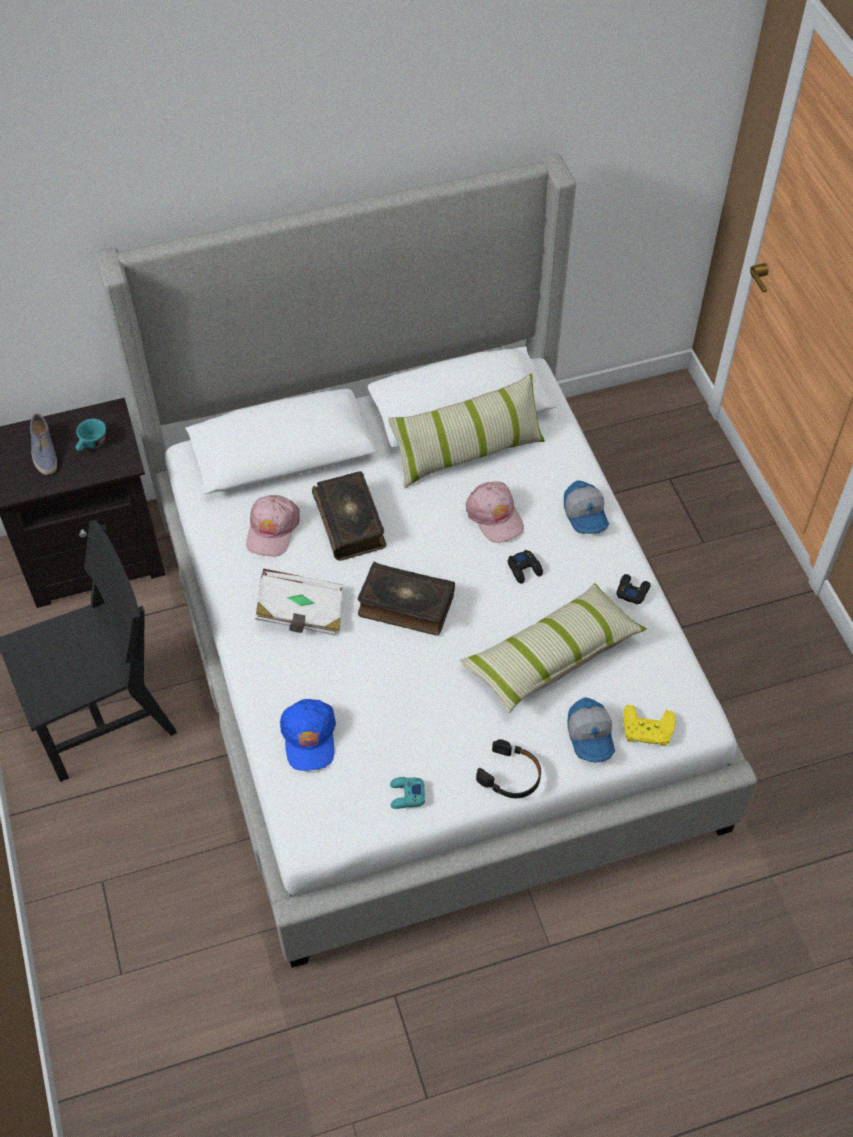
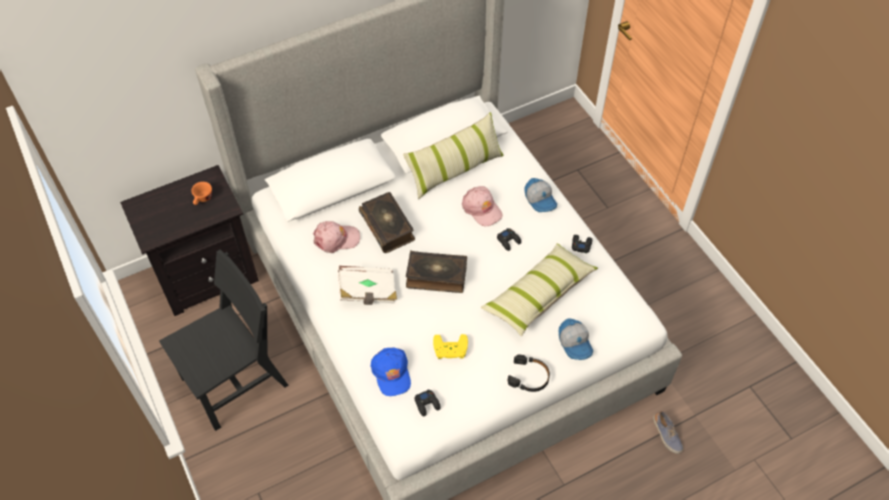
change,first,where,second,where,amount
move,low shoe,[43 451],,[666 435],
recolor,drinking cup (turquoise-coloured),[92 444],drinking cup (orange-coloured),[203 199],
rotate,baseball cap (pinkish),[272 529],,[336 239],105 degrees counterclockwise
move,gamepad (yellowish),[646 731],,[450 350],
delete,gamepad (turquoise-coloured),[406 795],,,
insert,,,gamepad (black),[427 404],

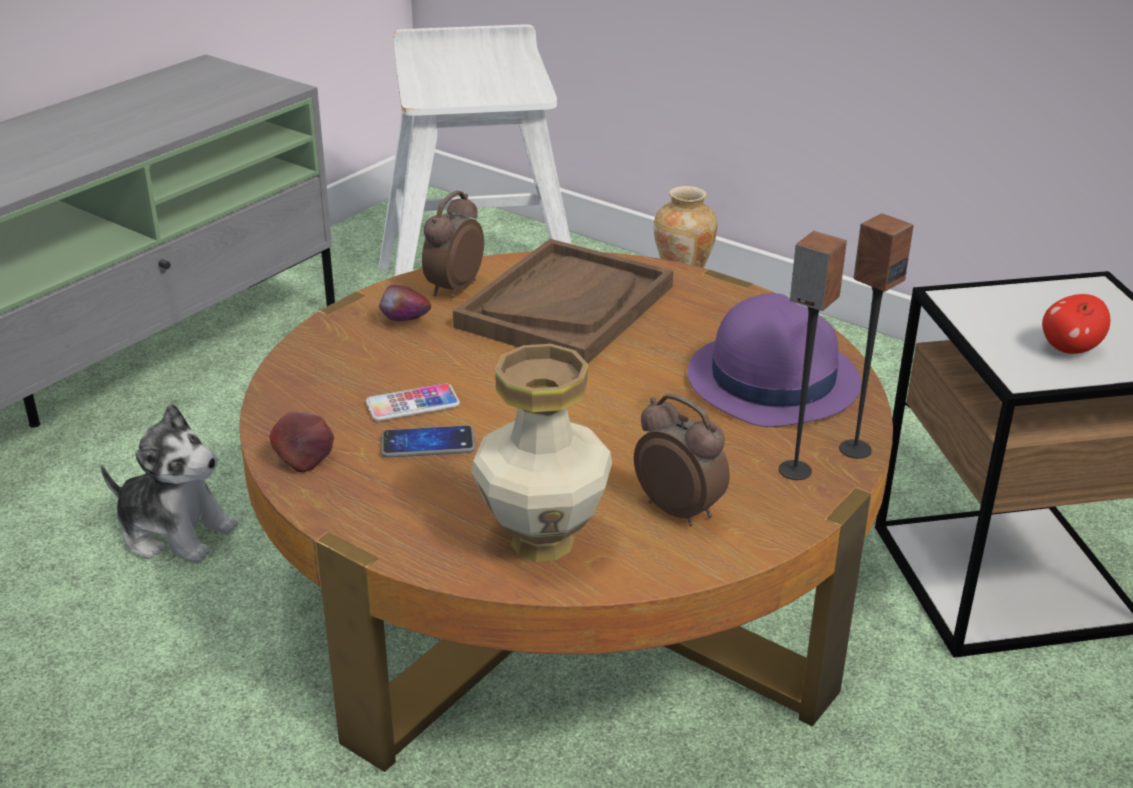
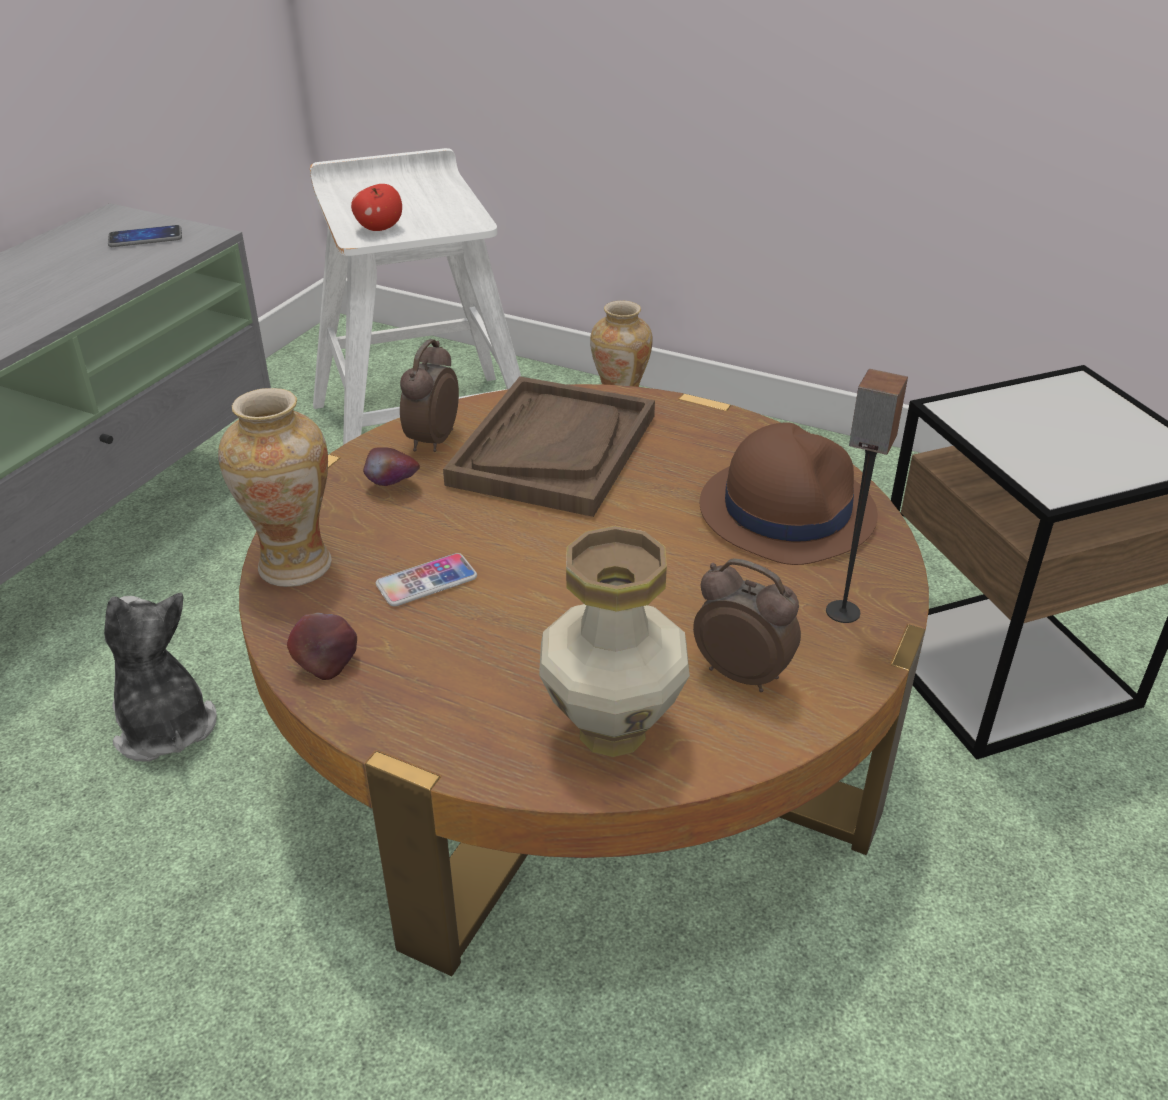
change,first,where,second,where,amount
delete,audio speaker,[854 449],,,
recolor,clothing hat (purplish),[772 379],clothing hat (brown),[786 510],
move,apple fruit,[1069 348],,[379 228],
rotate,soft toy,[175 532],,[164 726],135 degrees counterclockwise
move,handset,[428 443],,[145 238],
insert,,,vase,[294 564],

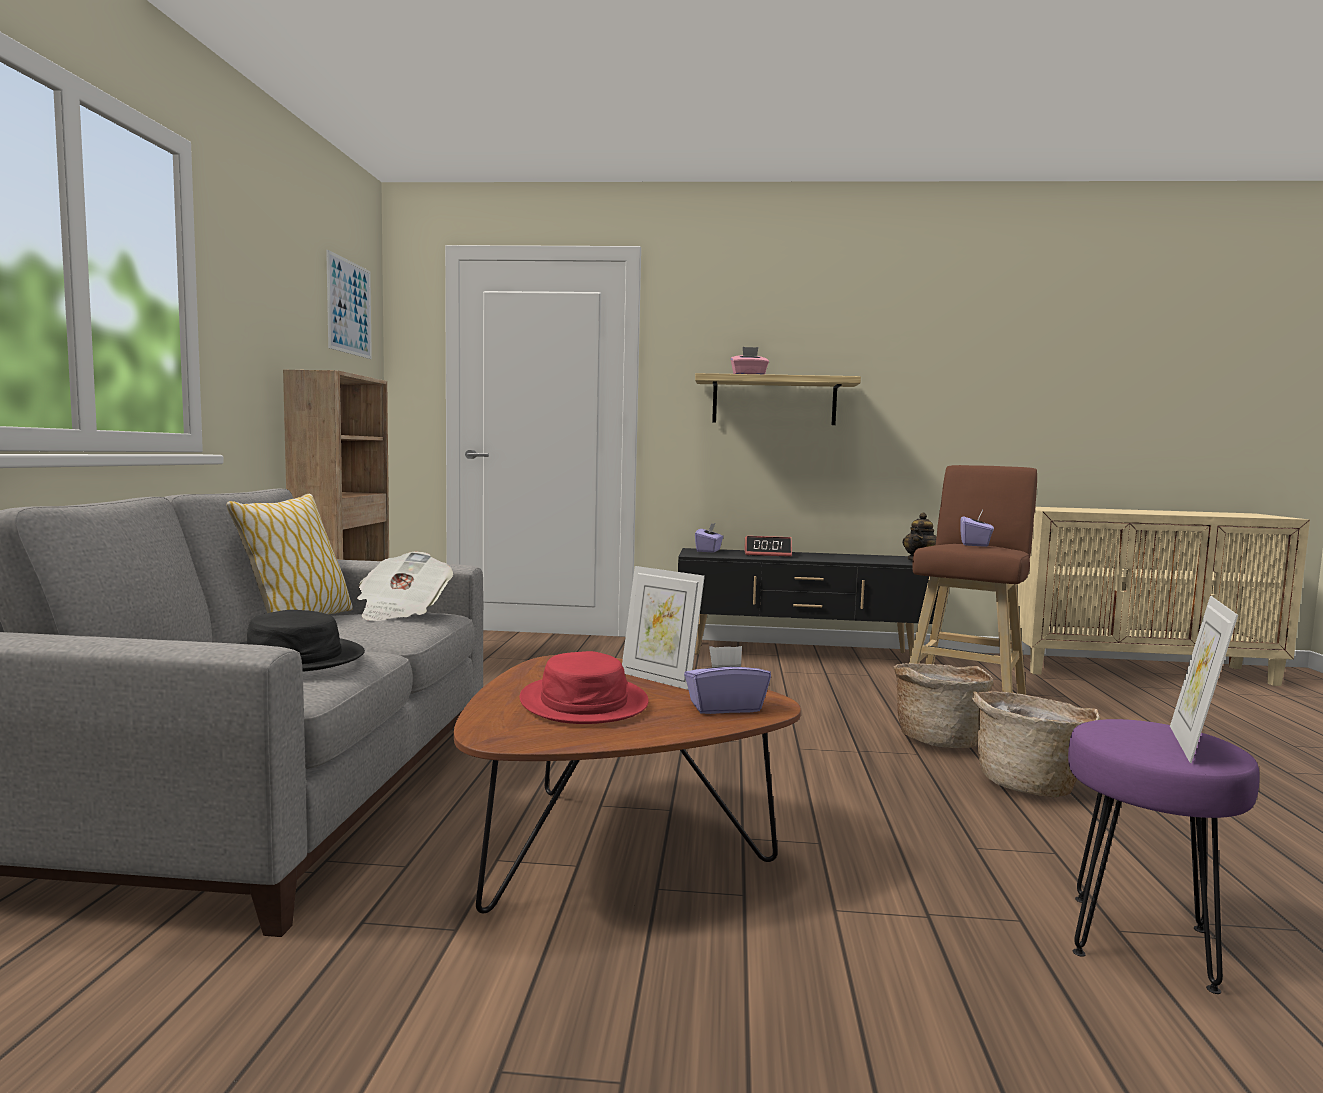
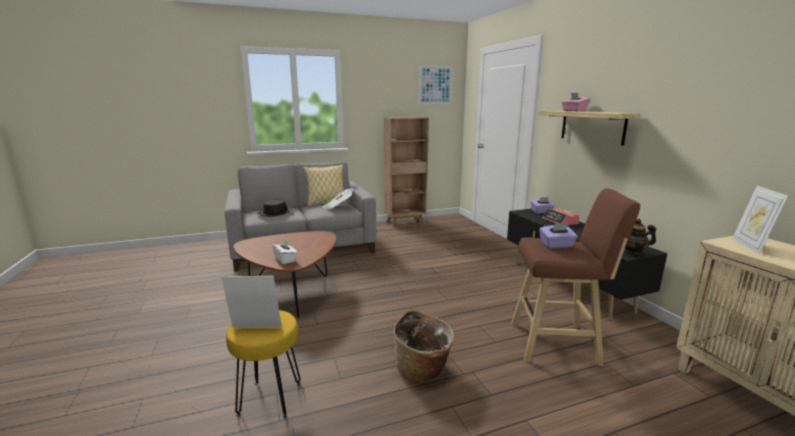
change,first,where,second,where,amount
move,picture frame,[660 679],,[750 246],
recolor,tissue holder (purplish),[725 707],tissue holder (whitish),[285 260],
delete,clothing hat (red-coloured),[584 702],,,
delete,basket,[939 740],,,
recolor,sitting stool (purplish),[1143 942],sitting stool (yellowish),[269 399],

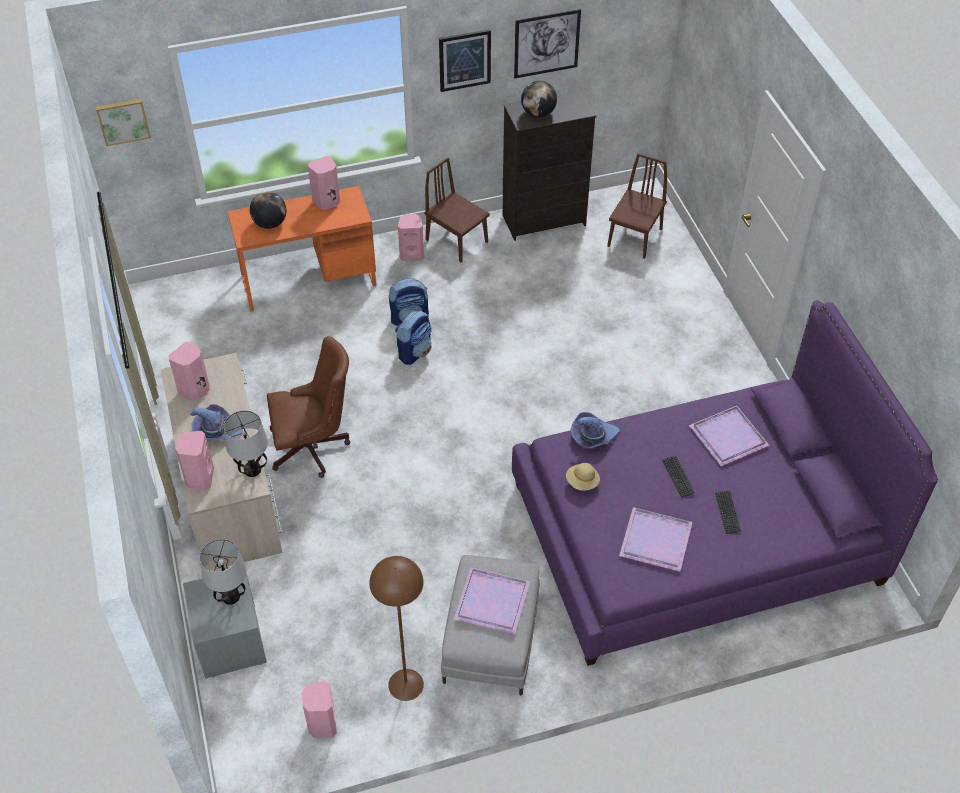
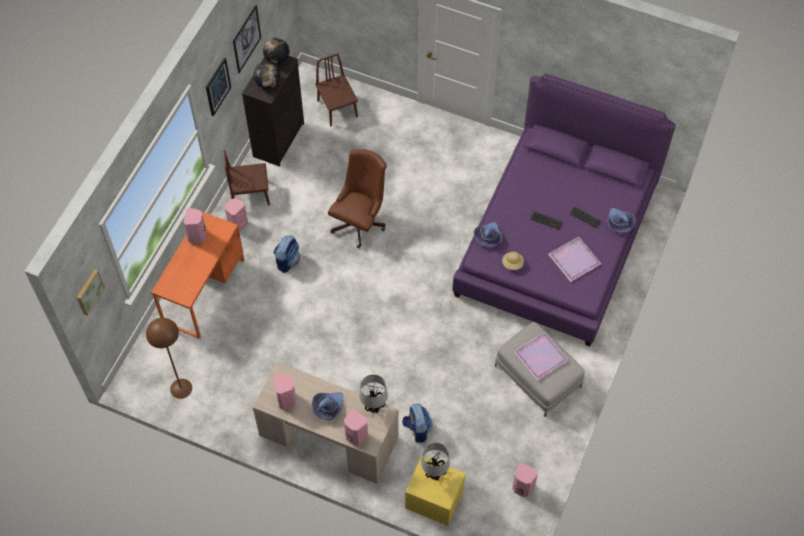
change,first,where,second,where,amount
move,globe,[270 223],,[277 59],
move,rucksack,[414 352],,[417 429],
move,desk chair (brown),[314 447],,[360 221],
delete,serving tray (purplish),[730 437],,,
move,floor lamp (brown),[405 684],,[181 388],
recolor,bedside table (gray),[229 640],bedside table (yellowish),[433 499],
insert,,,clothing hat (purplish),[619 223],

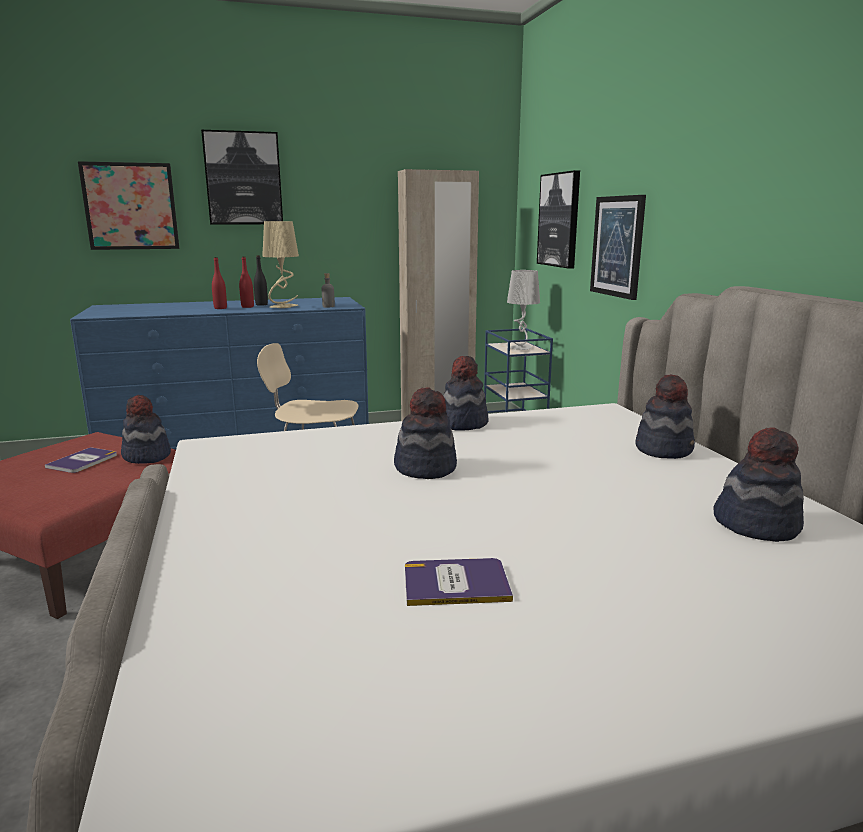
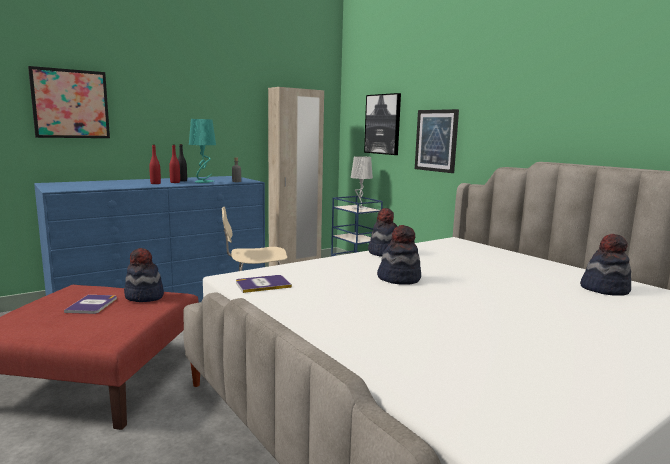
change,first,where,second,where,amount
delete,picture,[243 178],,,
recolor,tabletop lamp (beige),[283 307],tabletop lamp (turquoise-coloured),[203 182],
delete,clothing hat,[664 449],,,
move,volume,[456 583],,[263 284],

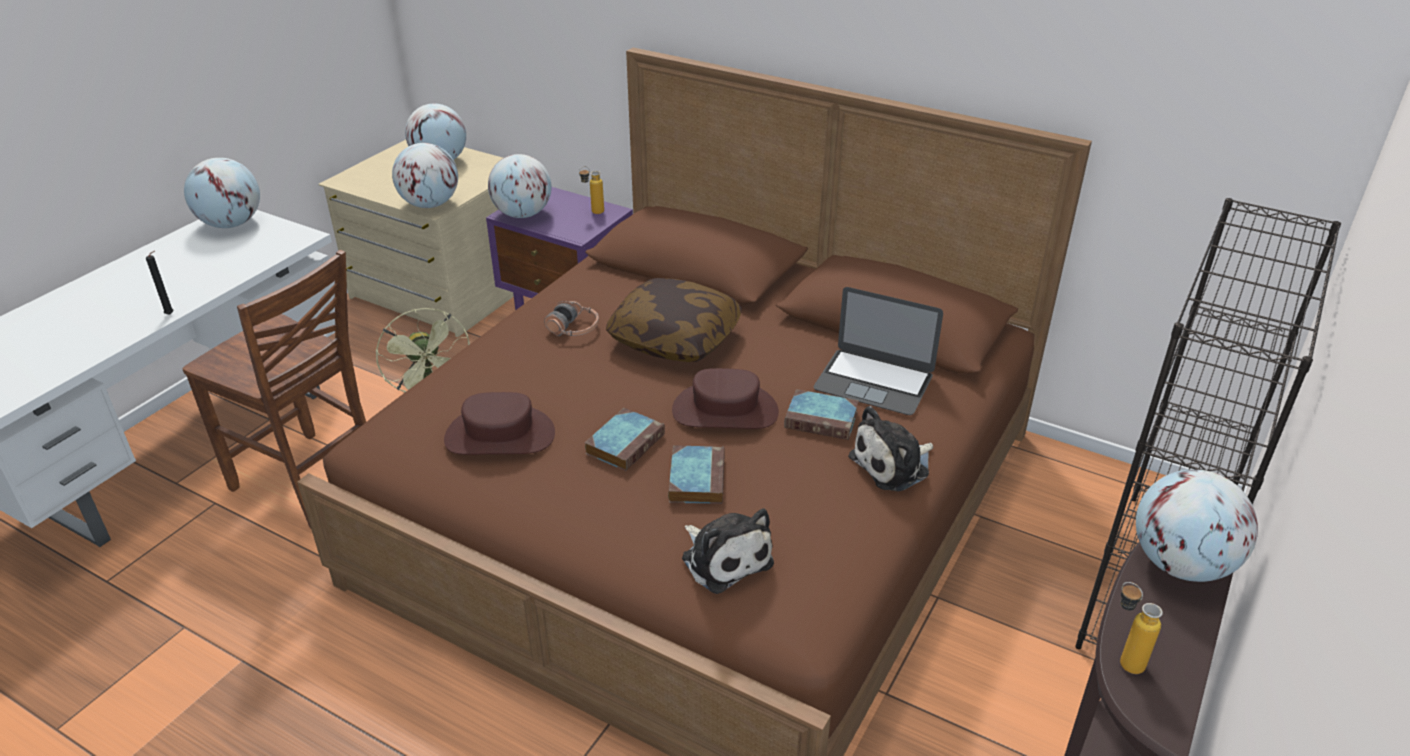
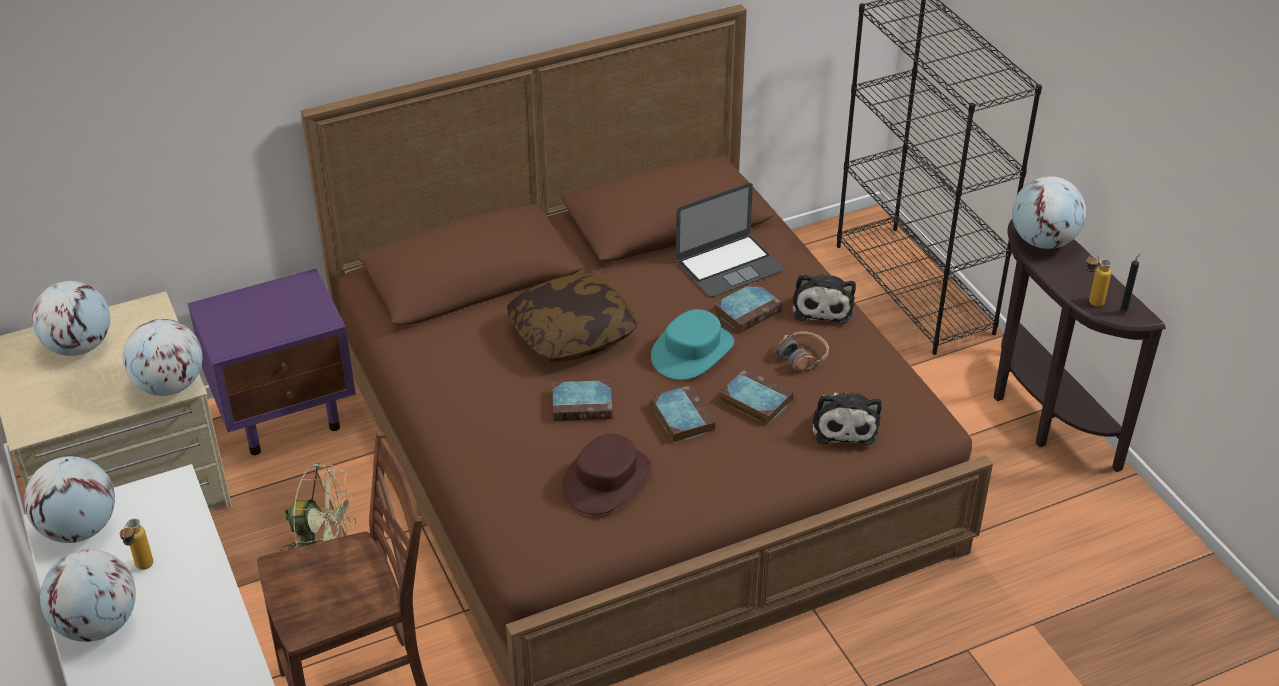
change,first,where,second,where,amount
move,globe,[523 214],,[98 625],
move,drink bottle,[593 213],,[142 569],
move,candle (black),[171 314],,[1124 311],
move,headset,[573 329],,[802 357],
recolor,clothing hat (brown),[725 411],clothing hat (turquoise-coloured),[692 351],
rotate,soft toy,[724 558],,[844 425],90 degrees clockwise
insert,,,volume,[583 404],

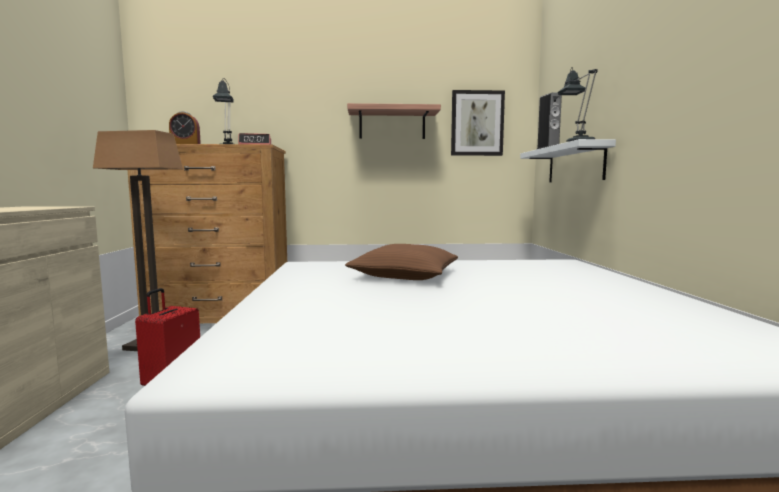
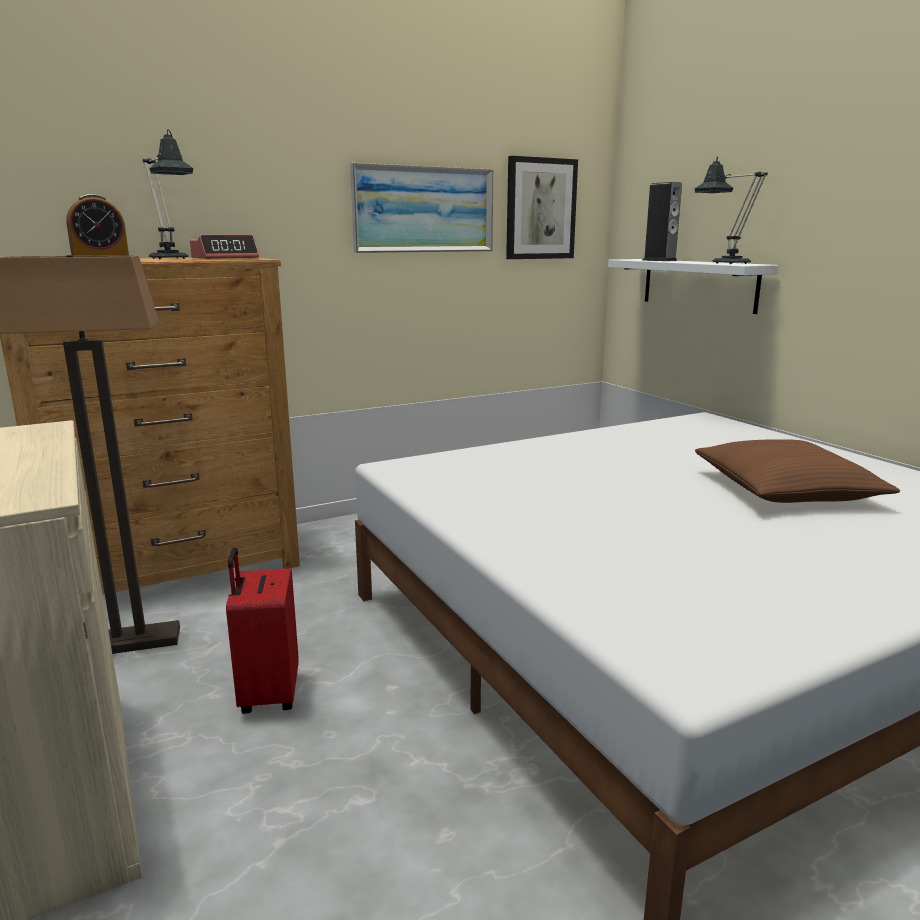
change,first,where,second,where,amount
replace,wall shelf,[392 124],picture,[424 210],
move,pillow (brown),[405 275],,[785 490],

